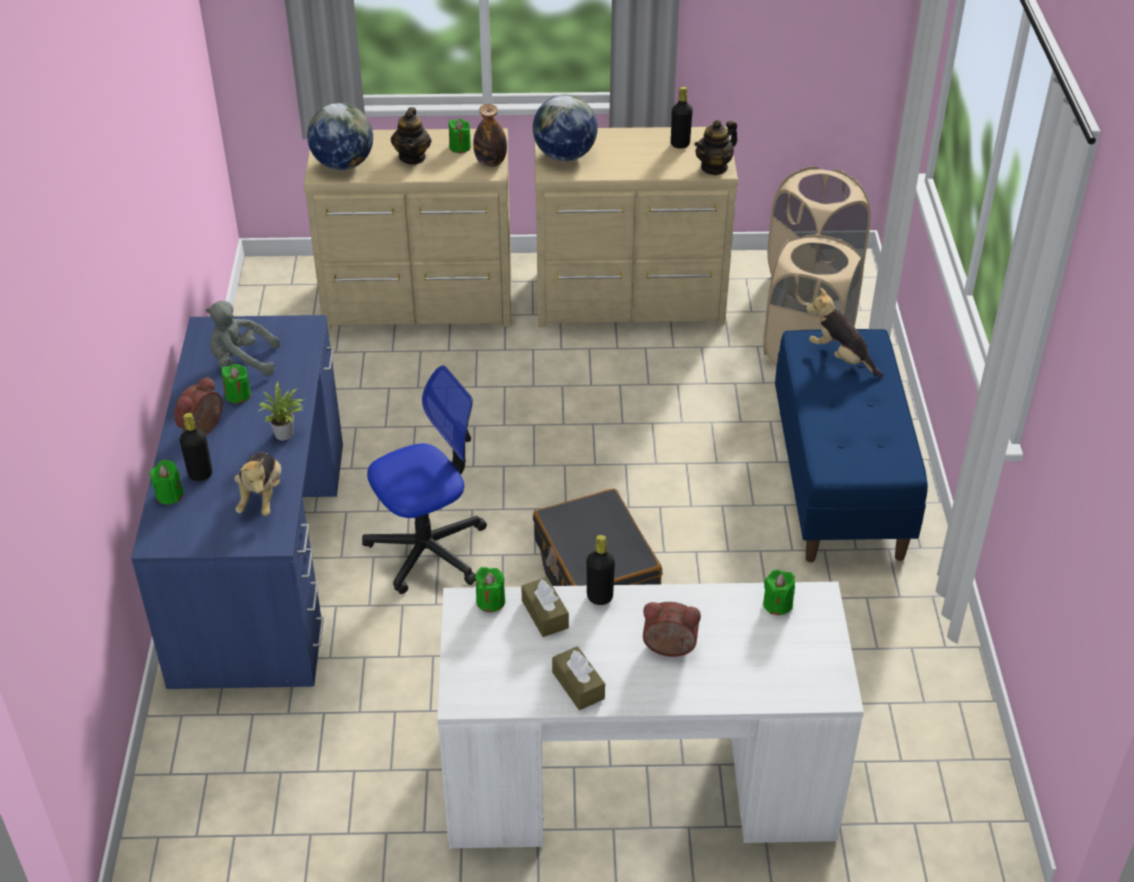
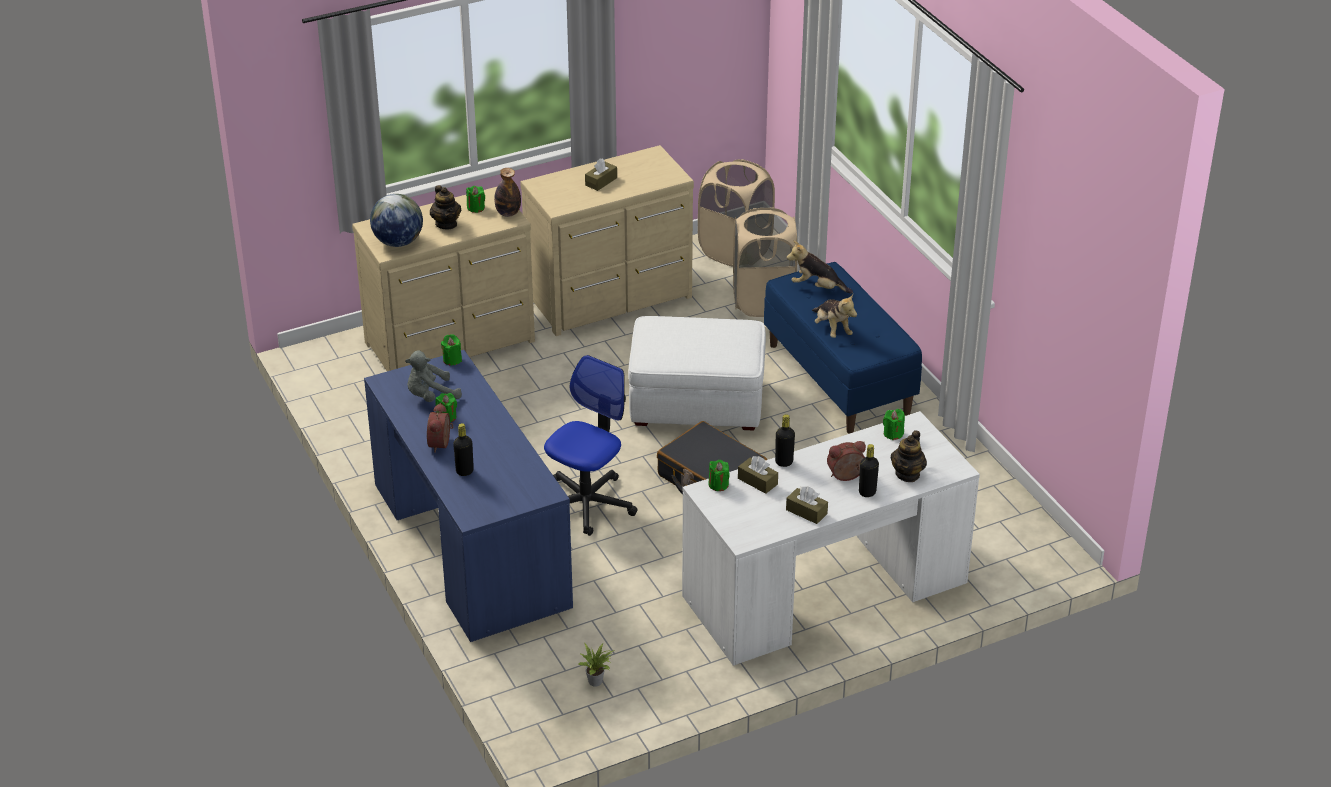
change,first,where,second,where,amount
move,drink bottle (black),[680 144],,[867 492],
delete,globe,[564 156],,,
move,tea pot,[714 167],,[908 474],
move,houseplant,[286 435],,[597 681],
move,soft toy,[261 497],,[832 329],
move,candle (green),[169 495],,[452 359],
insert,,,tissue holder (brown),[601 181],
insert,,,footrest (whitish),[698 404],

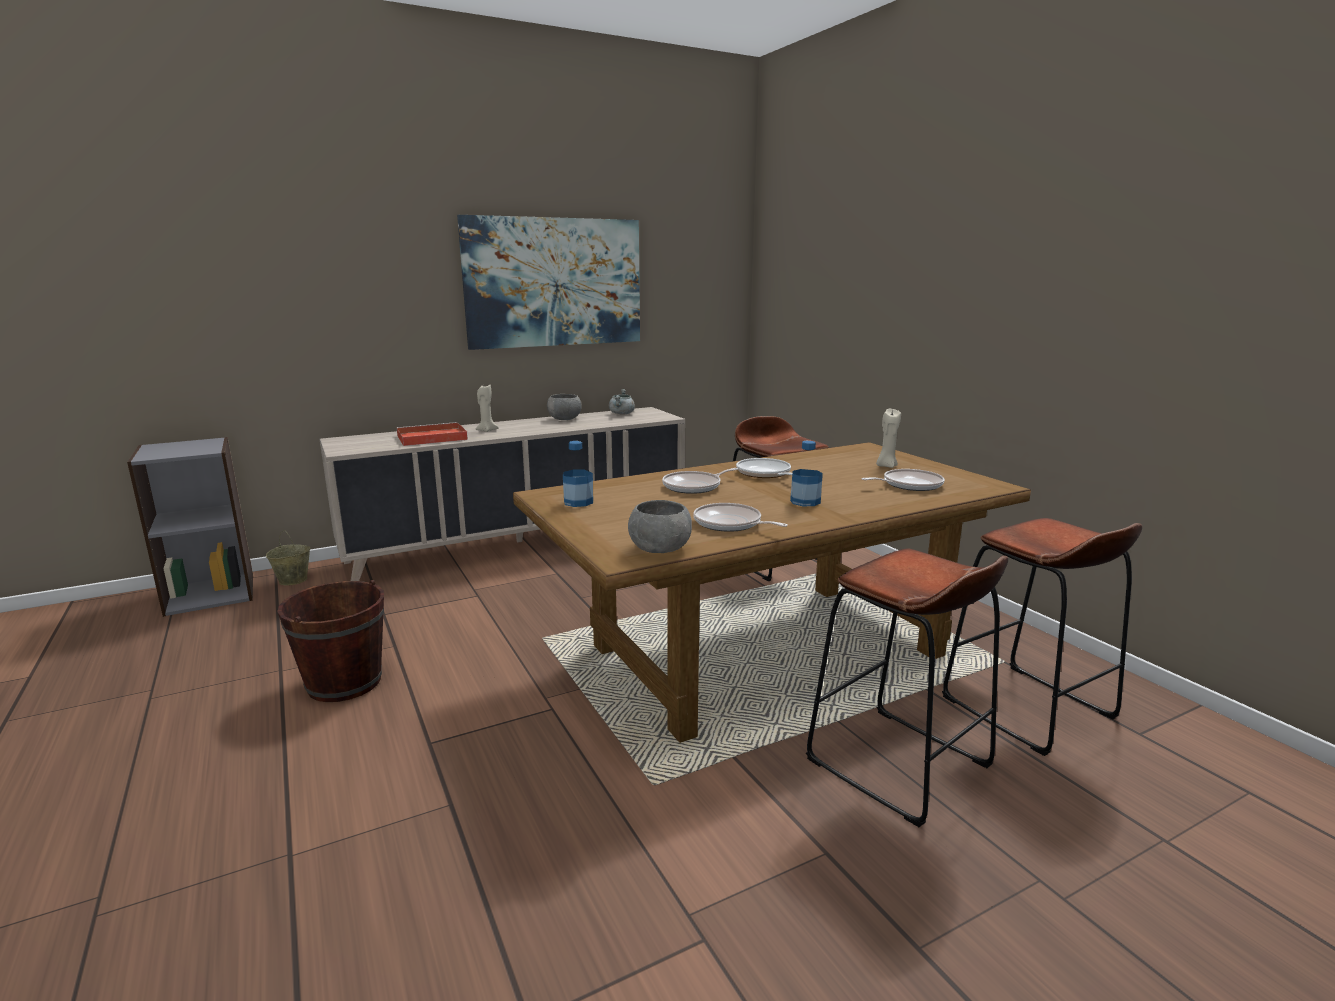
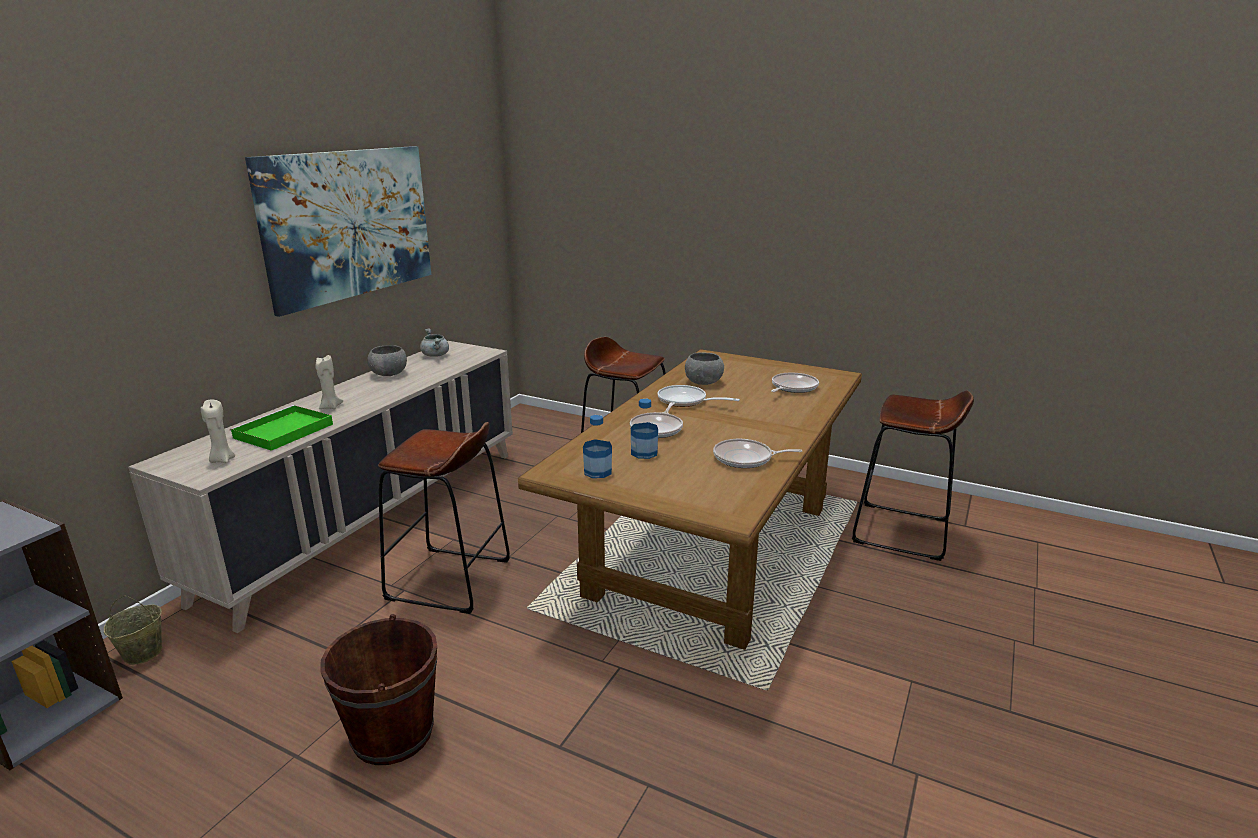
change,first,where,second,where,amount
move,candle (beige),[886 466],,[222 460],
recolor,serving tray (red-coloured),[430 438],serving tray (green),[282 432],
move,drink bottle,[805 501],,[644 453],
move,deep dish (gray),[660 549],,[703 382],
move,sitting stool (brown),[898 763],,[449 580],

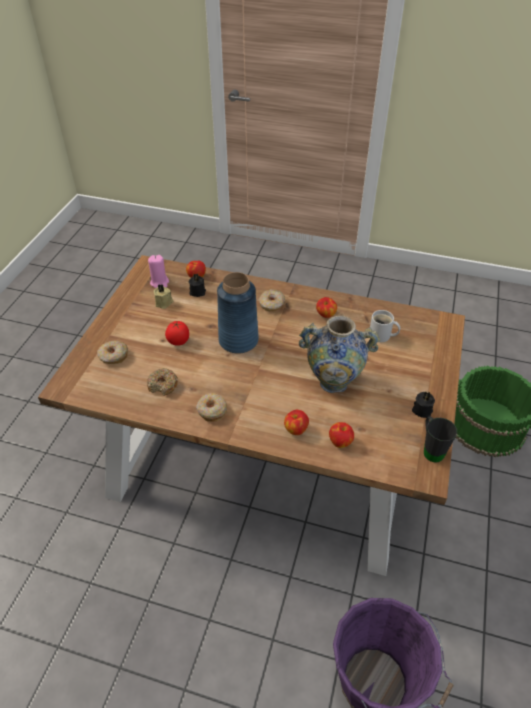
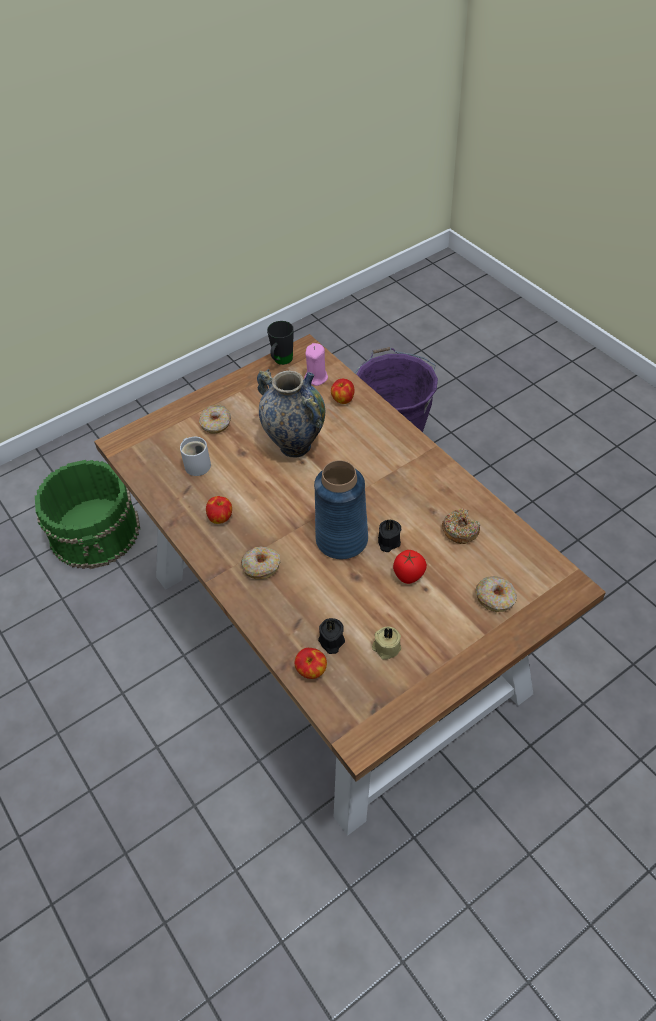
change,first,where,second,where,amount
move,candle (pinkish),[159 282],,[316 377],
move,candle (black),[422 409],,[388 542],
move,doughnut,[212 410],,[216 424],
delete,apple fruit,[295 429],,,

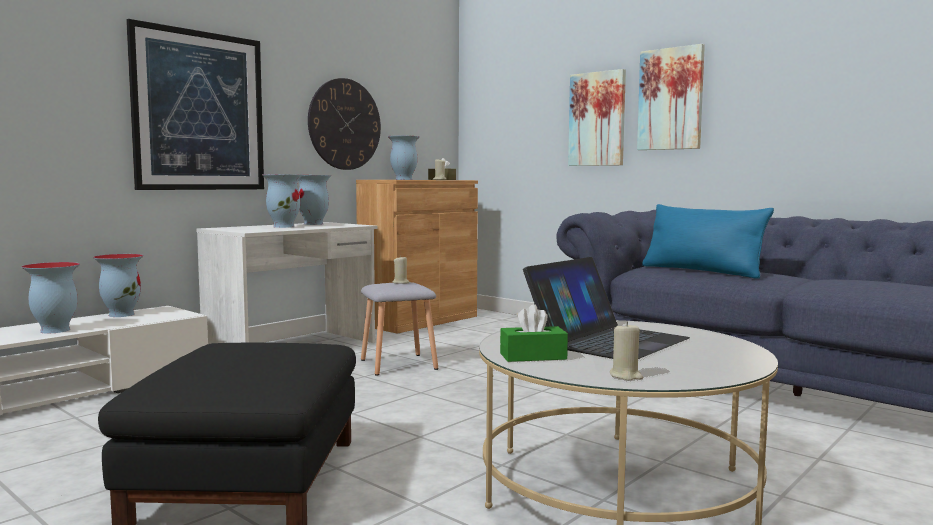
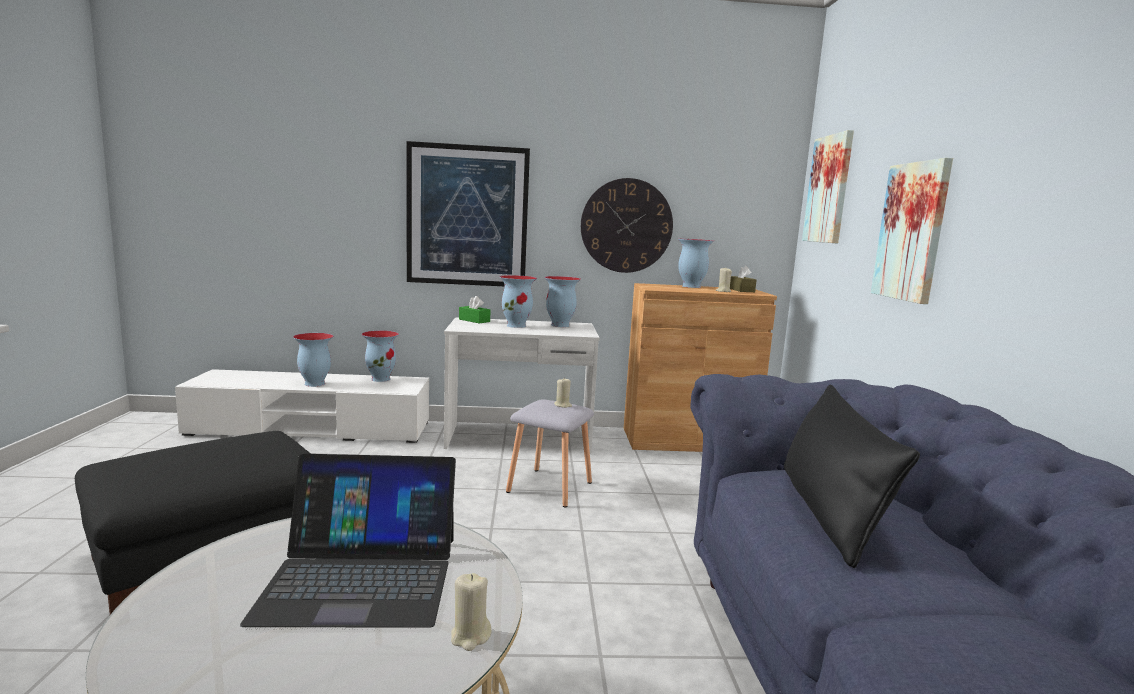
change,first,where,second,where,amount
move,picture,[670 99],,[829 189],
recolor,pillow (blue-coloured),[701 271],pillow (black),[828 512],
move,tissue holder (green),[533 356],,[474 320],
move,candle (beige),[626 376],,[470 636],

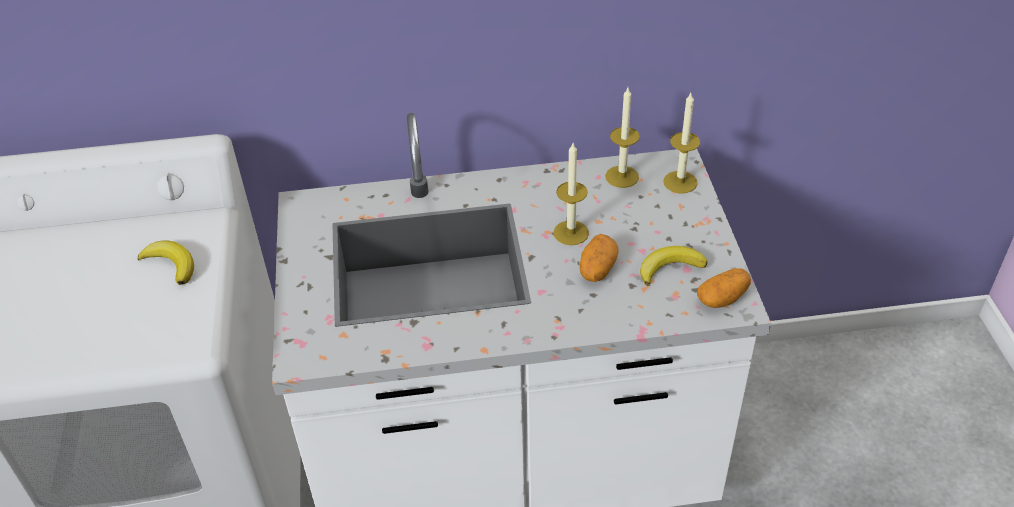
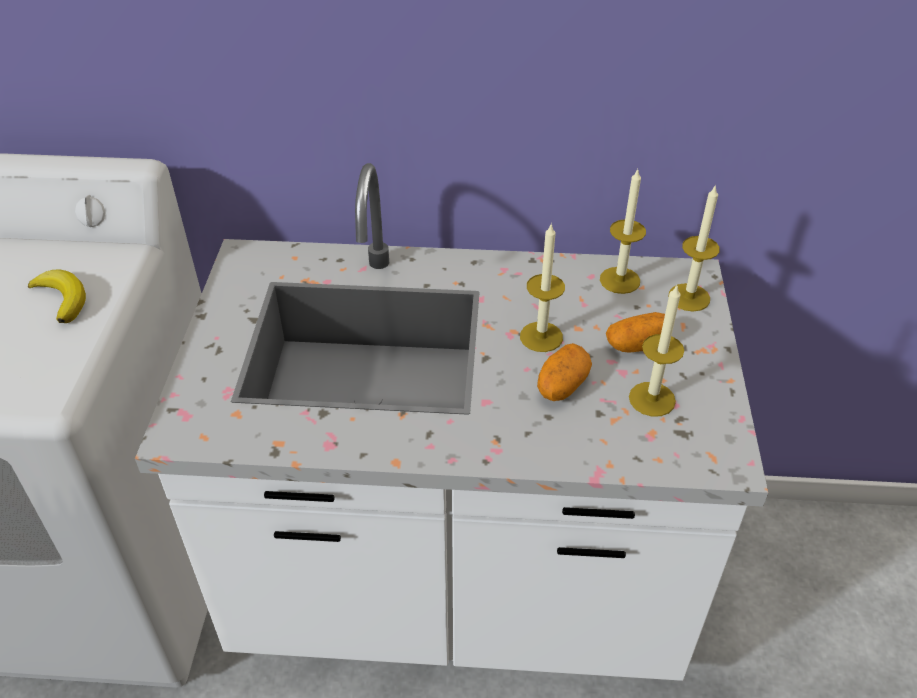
change,first,where,second,where,amount
replace,banana fruit,[669 267],candle,[652 399],
move,potato,[722 298],,[637 344],

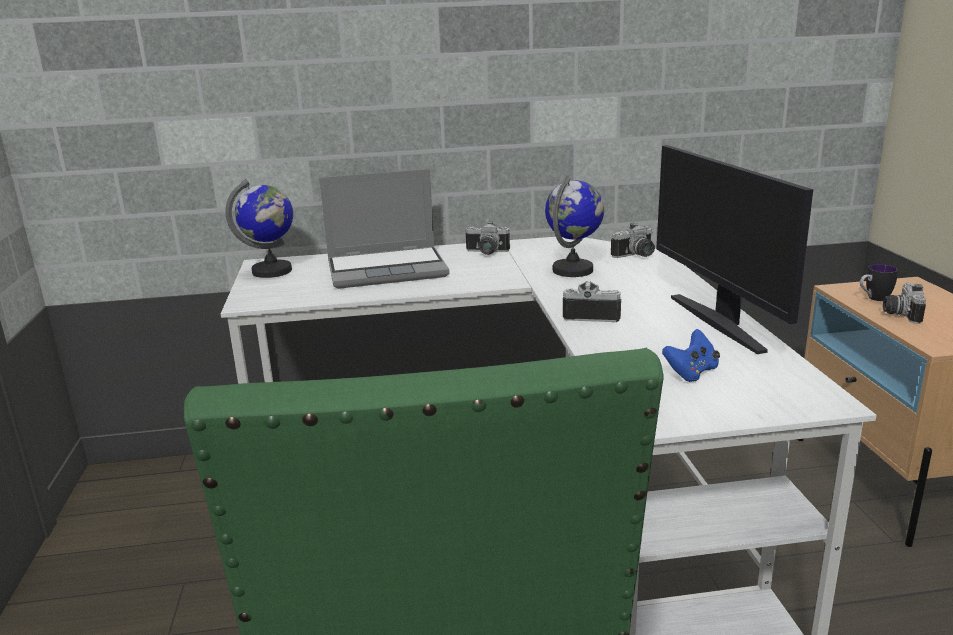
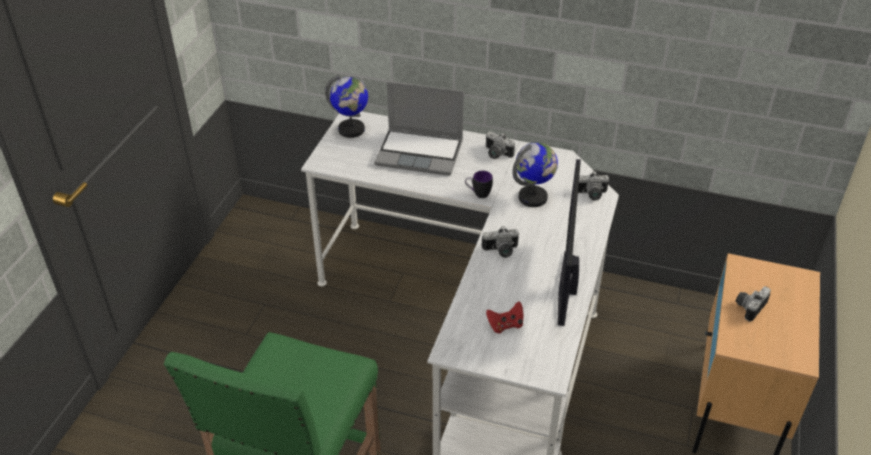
change,first,where,second,where,amount
move,tea mug,[873 299],,[478 194],
rotate,still camera,[592 315],,[501 251],135 degrees clockwise
recolor,gamepad (blue-coloured),[691 373],gamepad (red-coloured),[505 325],

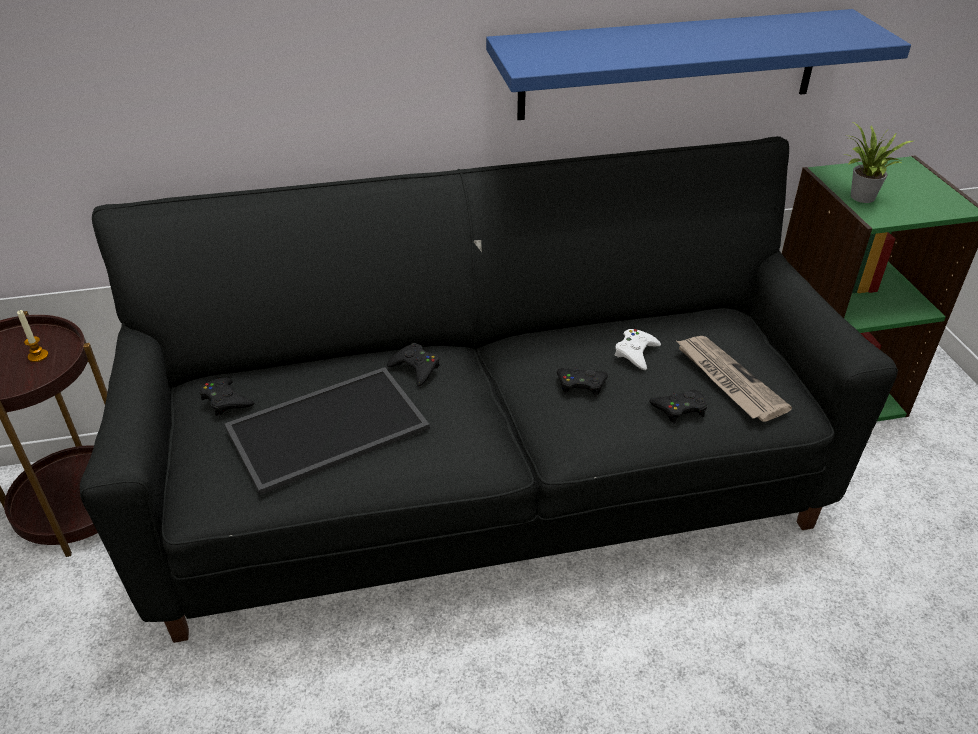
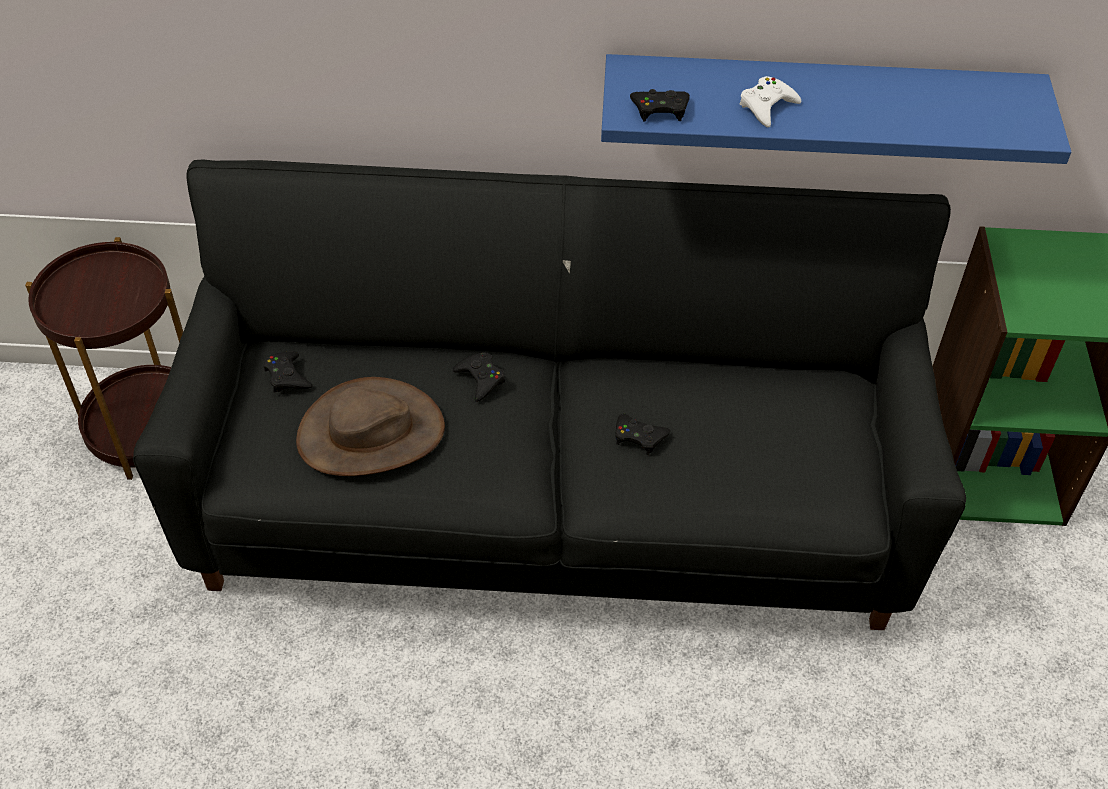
change,first,where,second,where,amount
delete,houseplant,[860 198],,,
delete,candle,[38 356],,,
move,gamepad (whitish),[636 353],,[767 106],
delete,printed paper,[727 380],,,
replace,serving tray,[326 431],clothing hat (brown),[371 434],
move,gamepad (black),[680 409],,[660 109],

